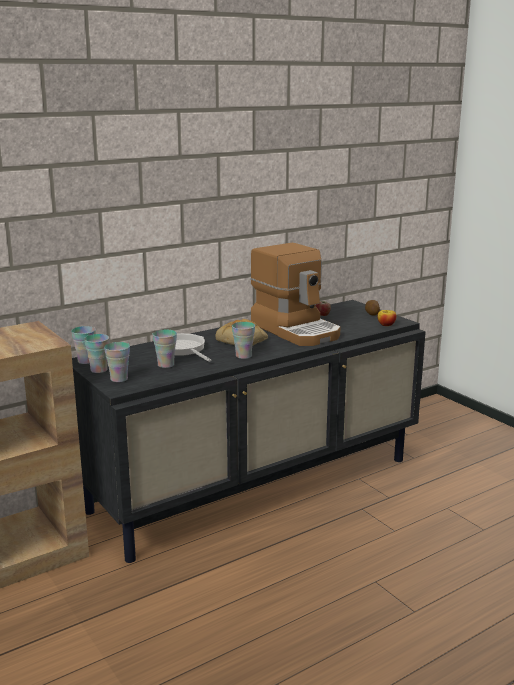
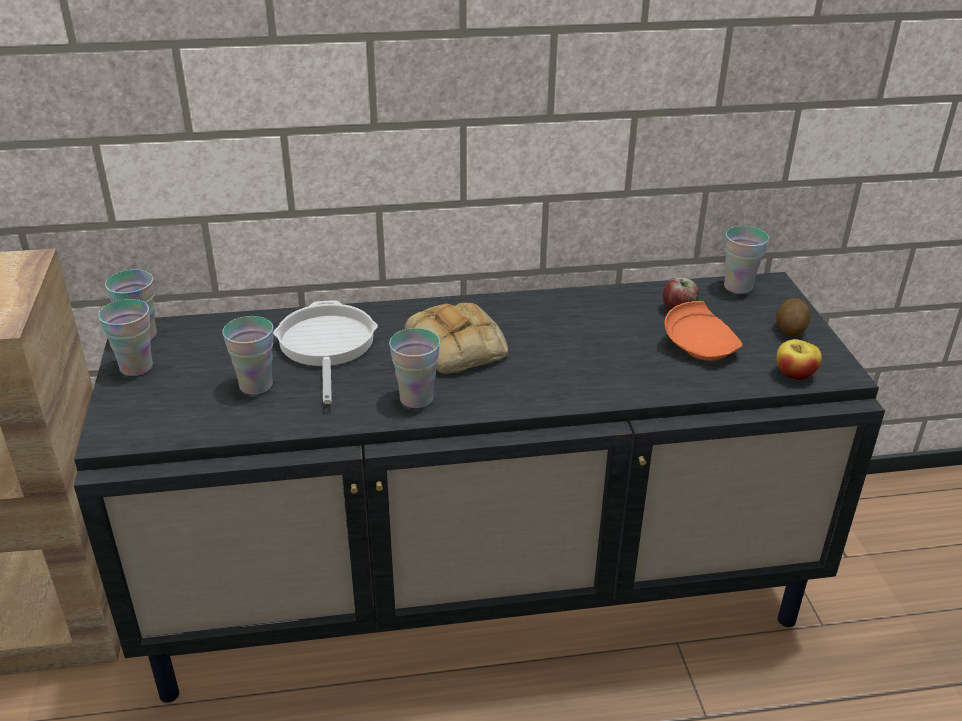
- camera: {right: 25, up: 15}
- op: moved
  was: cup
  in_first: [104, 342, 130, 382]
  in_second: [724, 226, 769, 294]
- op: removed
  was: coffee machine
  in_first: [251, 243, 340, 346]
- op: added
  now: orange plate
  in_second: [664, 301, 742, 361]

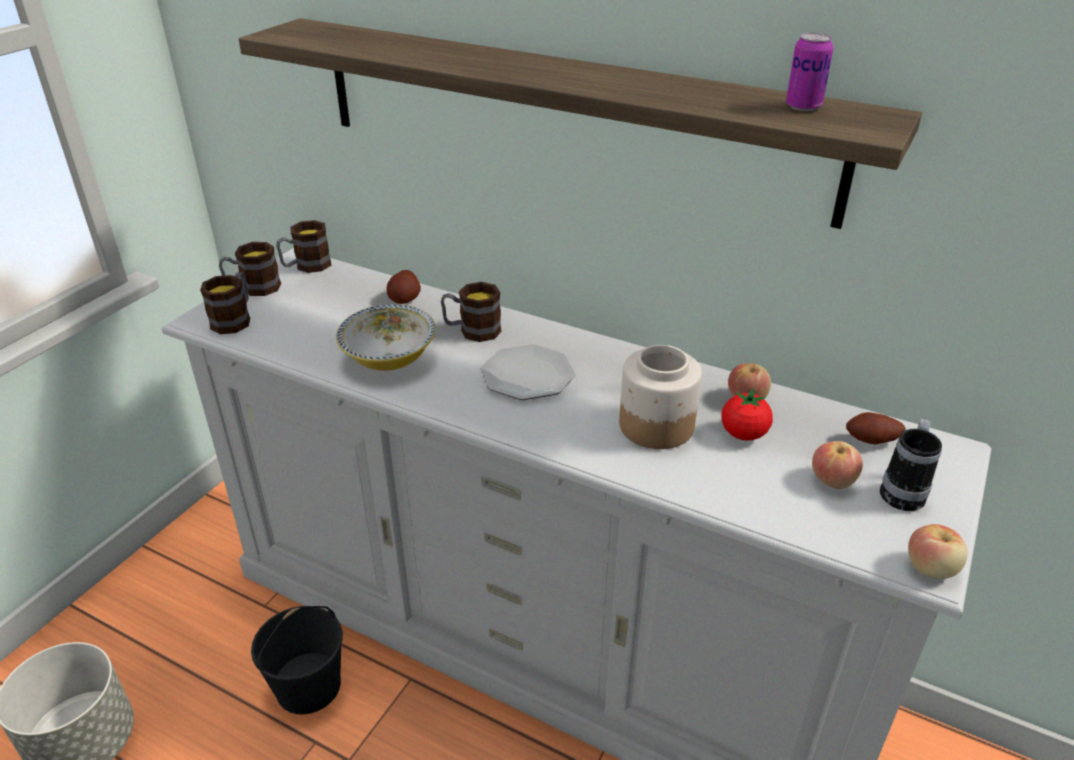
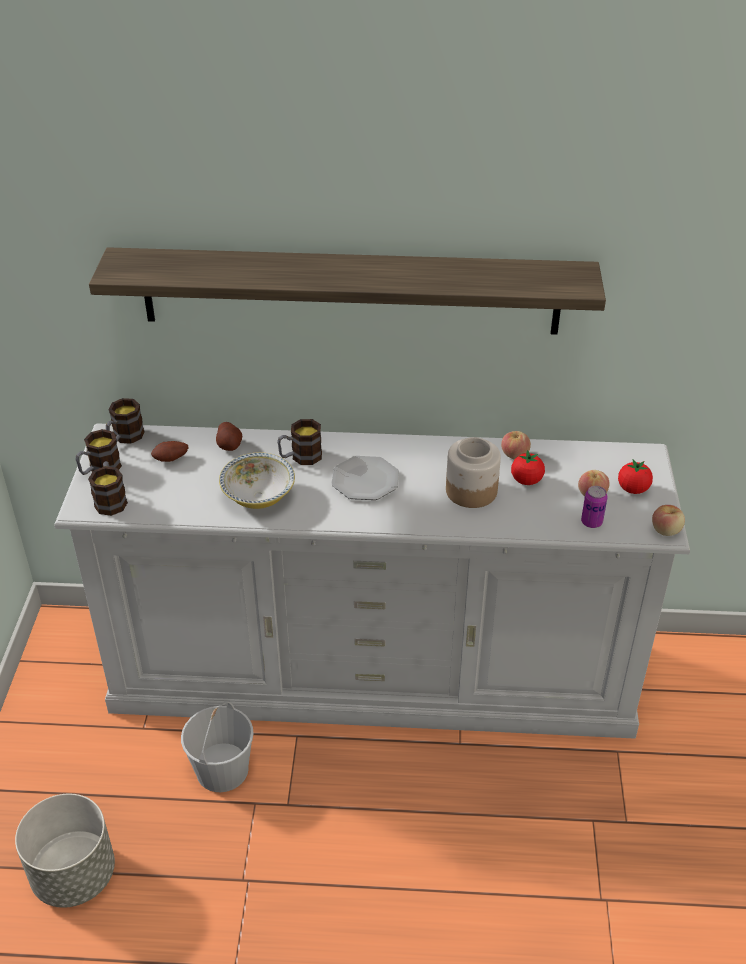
- camera: {right: -25, up: 5}
- op: recoloured
  was: black bucket
  now: white bucket
  in_first: [251, 606, 343, 715]
  in_second: [181, 702, 254, 792]
- op: moved
  was: can
  in_first: [786, 33, 834, 111]
  in_second: [581, 486, 608, 528]
- op: moved
  was: potato
  in_first: [846, 412, 906, 444]
  in_second: [151, 441, 188, 462]
- op: replaced
  was: mug
  now: tomato
  in_first: [880, 419, 942, 511]
  in_second: [618, 460, 653, 494]

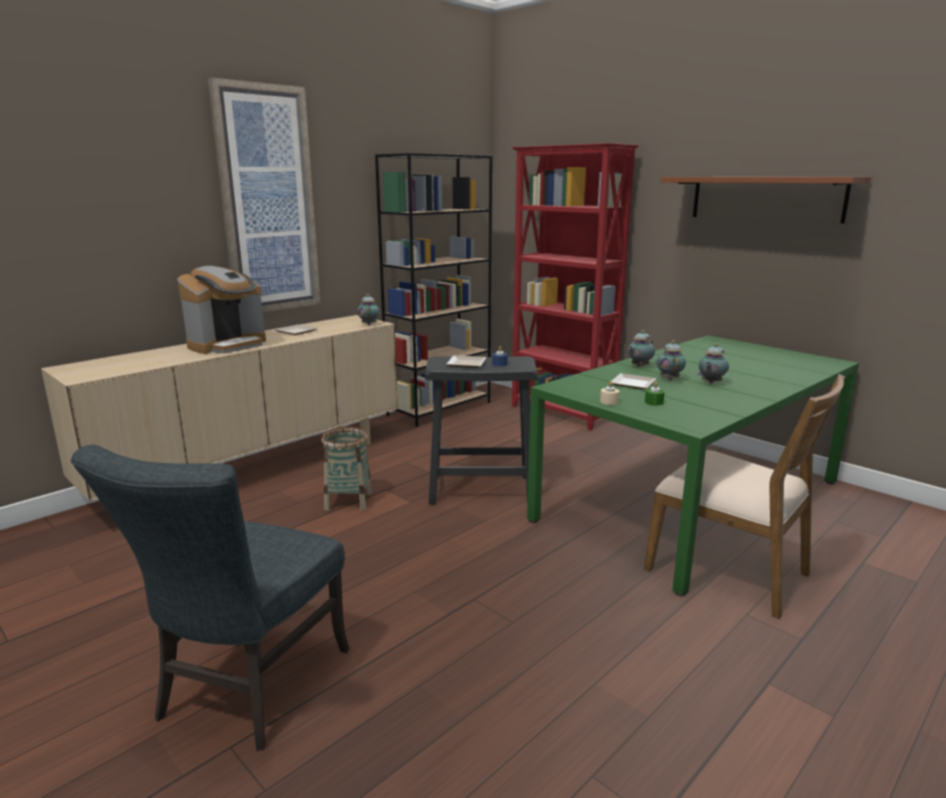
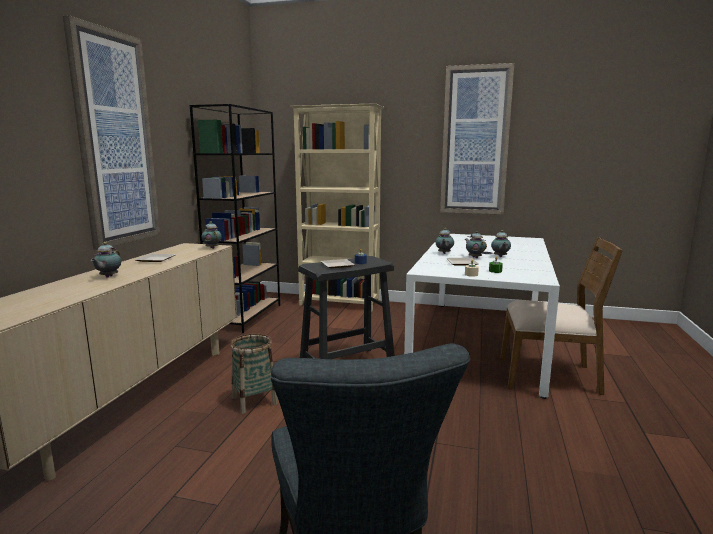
- camera: {right: -30, up: -5}
- op: replaced
  was: coffee machine
  now: teapot
  in_first: [177, 266, 266, 354]
  in_second: [91, 242, 121, 278]
- op: recoloured
  was: red bookcase
  now: beige bookcase
  in_first: [512, 143, 639, 431]
  in_second: [290, 103, 384, 312]
- op: recoloured
  was: green dining table
  now: white dining table
  in_first: [527, 335, 859, 596]
  in_second: [404, 234, 560, 399]
- op: replaced
  was: brown shelf
  now: picture
  in_first: [660, 177, 871, 223]
  in_second: [440, 63, 514, 214]

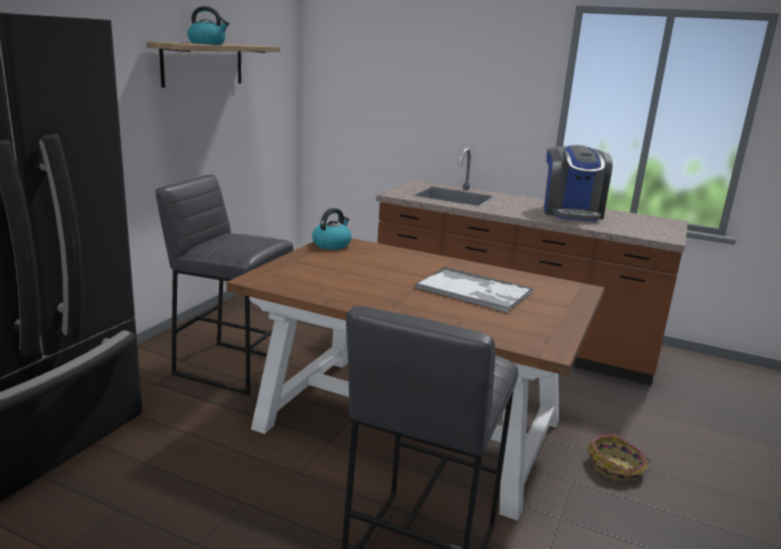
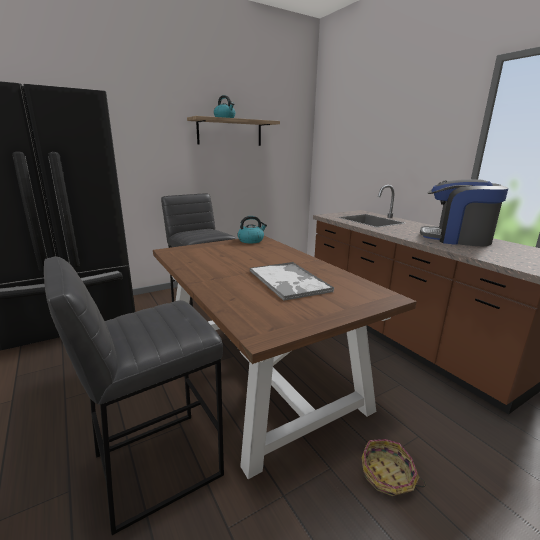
- camera: {right: 35, up: 0}
- op: turned
  was: coffee machine
  in_first: [544, 145, 613, 221]
  in_second: [420, 179, 508, 246]
  clockwise: 75

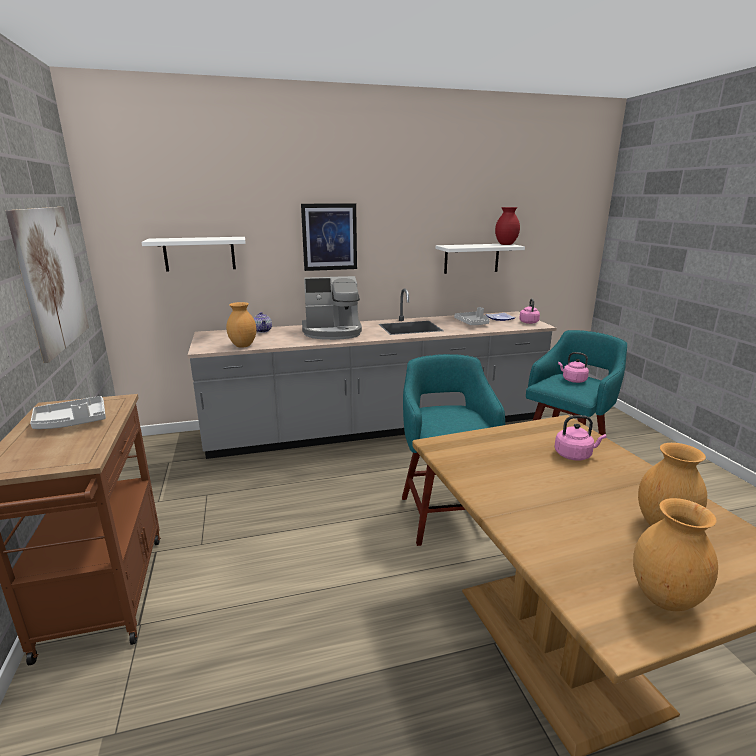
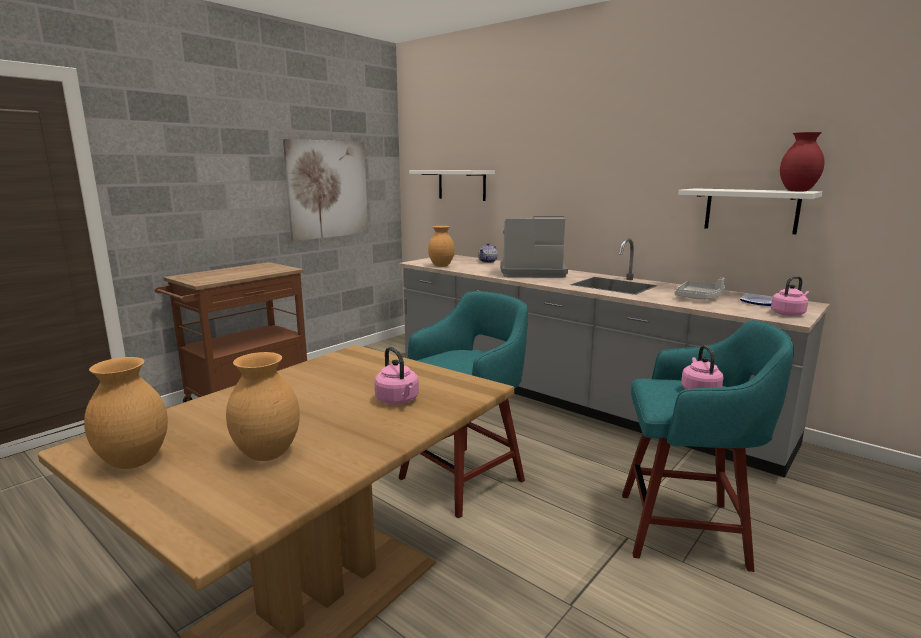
- camera: {right: 55, up: -5}
- op: removed
  was: grey tray
  in_first: [30, 396, 106, 429]
- op: removed
  was: picture
  in_first: [301, 203, 357, 271]
- op: turned
  was: coffee machine
  in_first: [302, 276, 362, 340]
  in_second: [500, 216, 568, 278]
  clockwise: 135

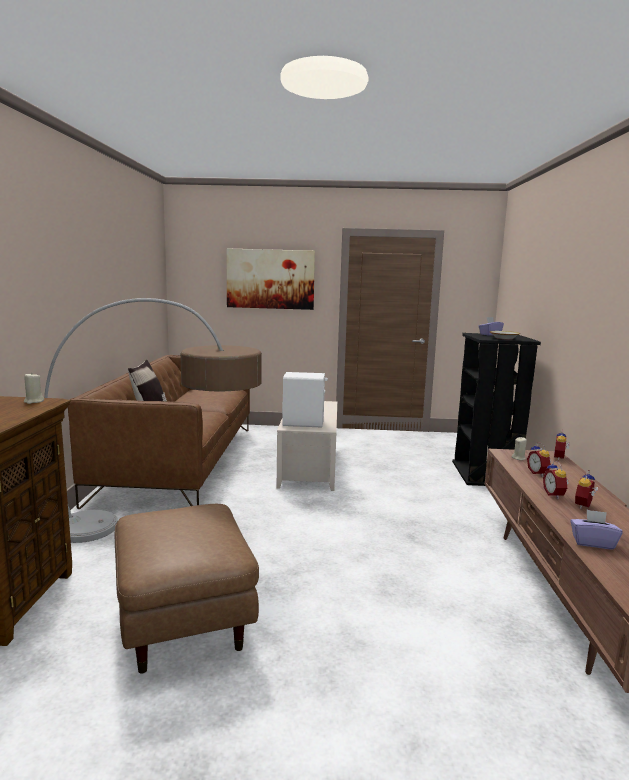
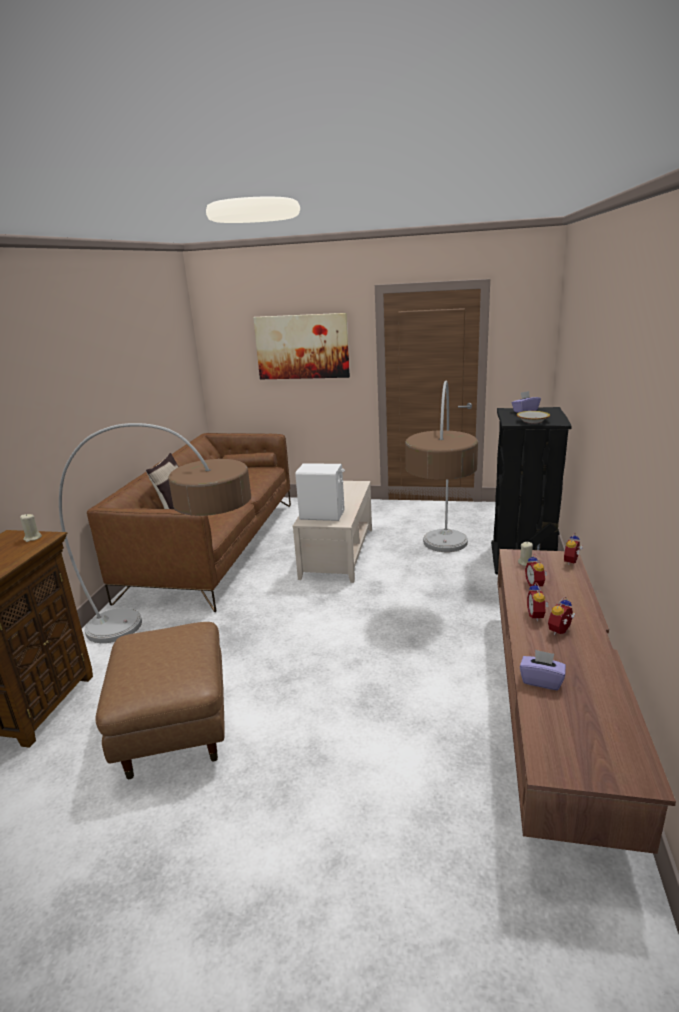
- camera: {right: 10, up: 10}
- op: added
  now: floor lamp
  in_second: [405, 381, 478, 552]

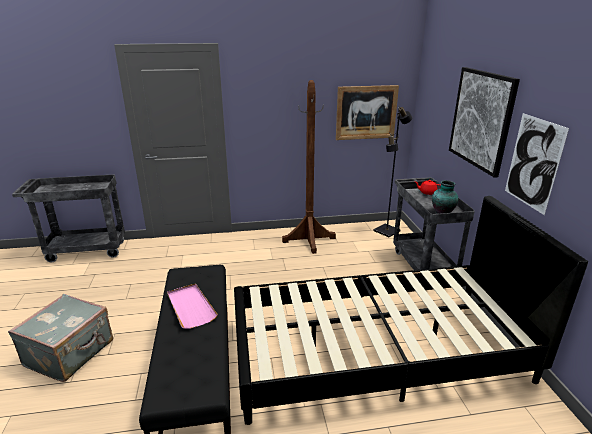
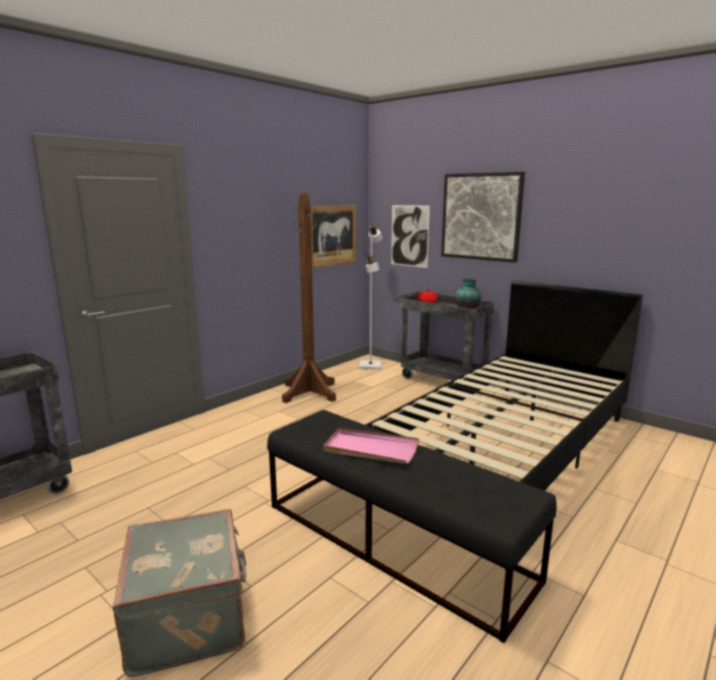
- camera: {right: -40, up: -10}
- op: recoloured
  was: black floor lamp
  now: white floor lamp
  in_first: [374, 107, 412, 237]
  in_second: [359, 224, 382, 369]
- op: moved
  was: picture
  in_first: [505, 113, 569, 215]
  in_second: [391, 205, 430, 268]

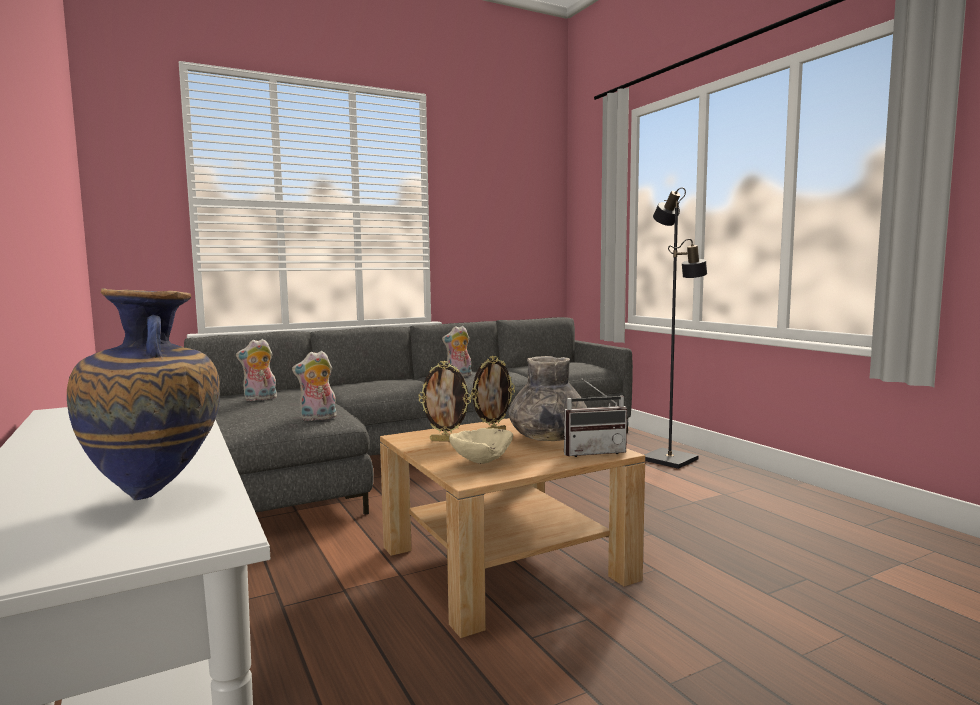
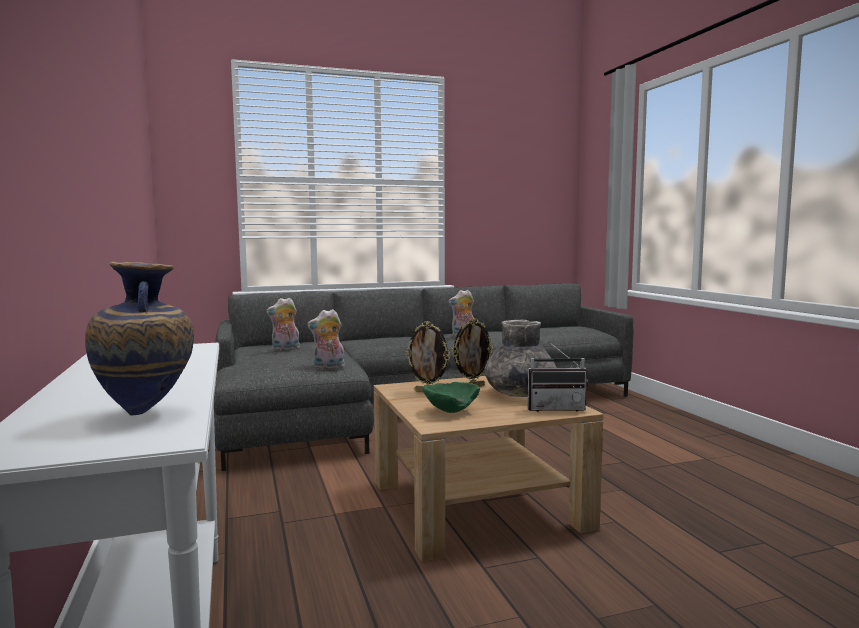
- camera: {right: 10, up: 0}
- op: recoloured
  was: beige bowl
  now: green bowl
  in_first: [449, 428, 513, 464]
  in_second: [423, 382, 480, 413]
- op: removed
  was: black floor lamp
  in_first: [644, 187, 707, 469]

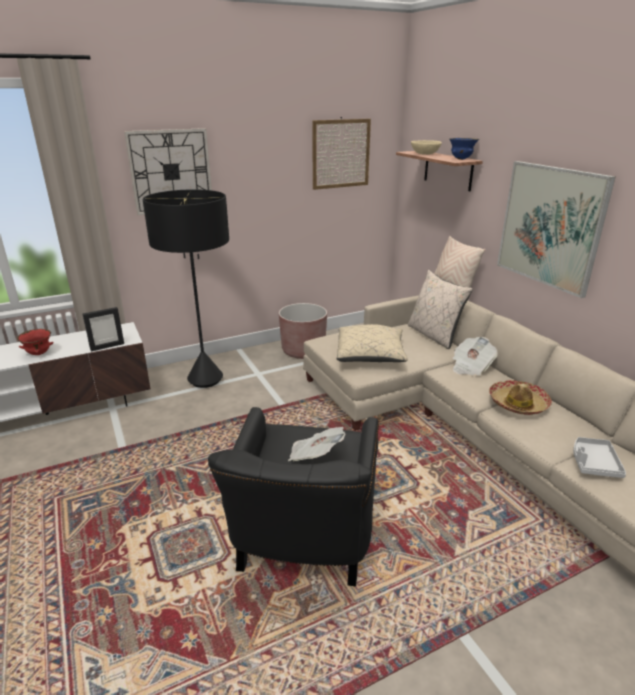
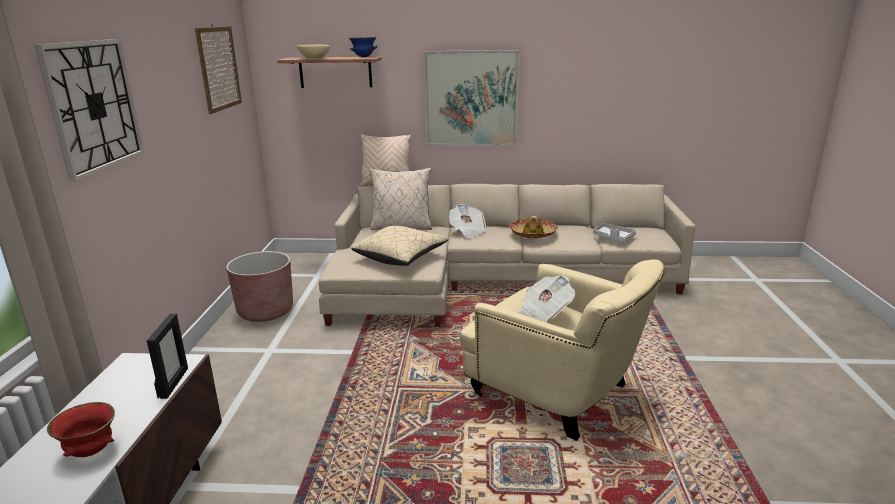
- camera: {right: -60, up: -5}
- op: removed
  was: black floor lamp
  in_first: [143, 189, 229, 388]
- op: recoloured
  was: black armchair
  now: beige armchair
  in_first: [208, 407, 379, 586]
  in_second: [460, 259, 664, 441]

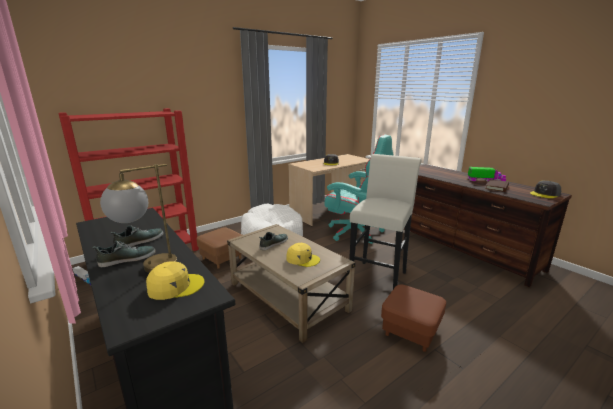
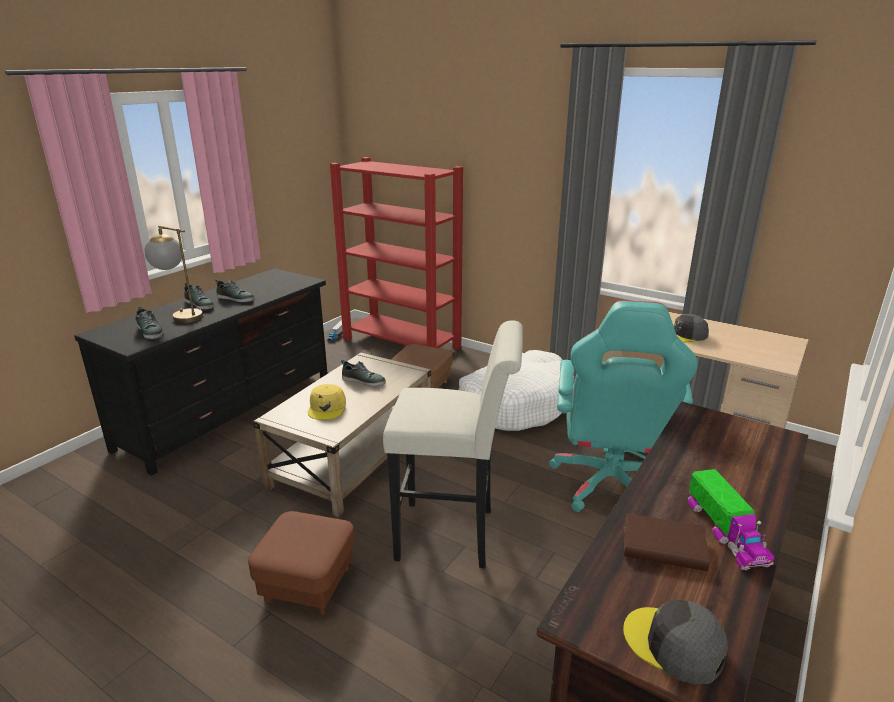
- camera: {right: 70, up: 5}
- op: replaced
  was: yellow cap
  now: shoe
  in_first: [146, 261, 205, 300]
  in_second: [135, 306, 163, 339]

